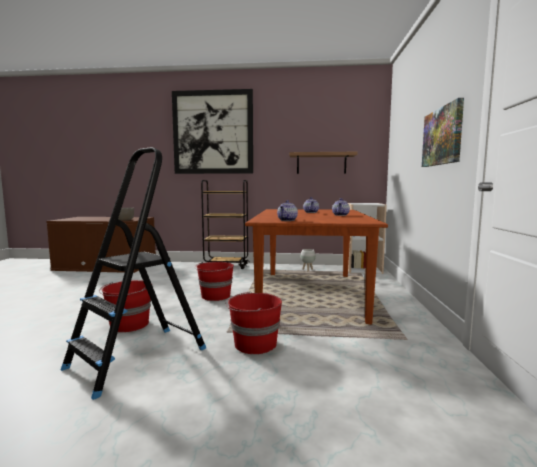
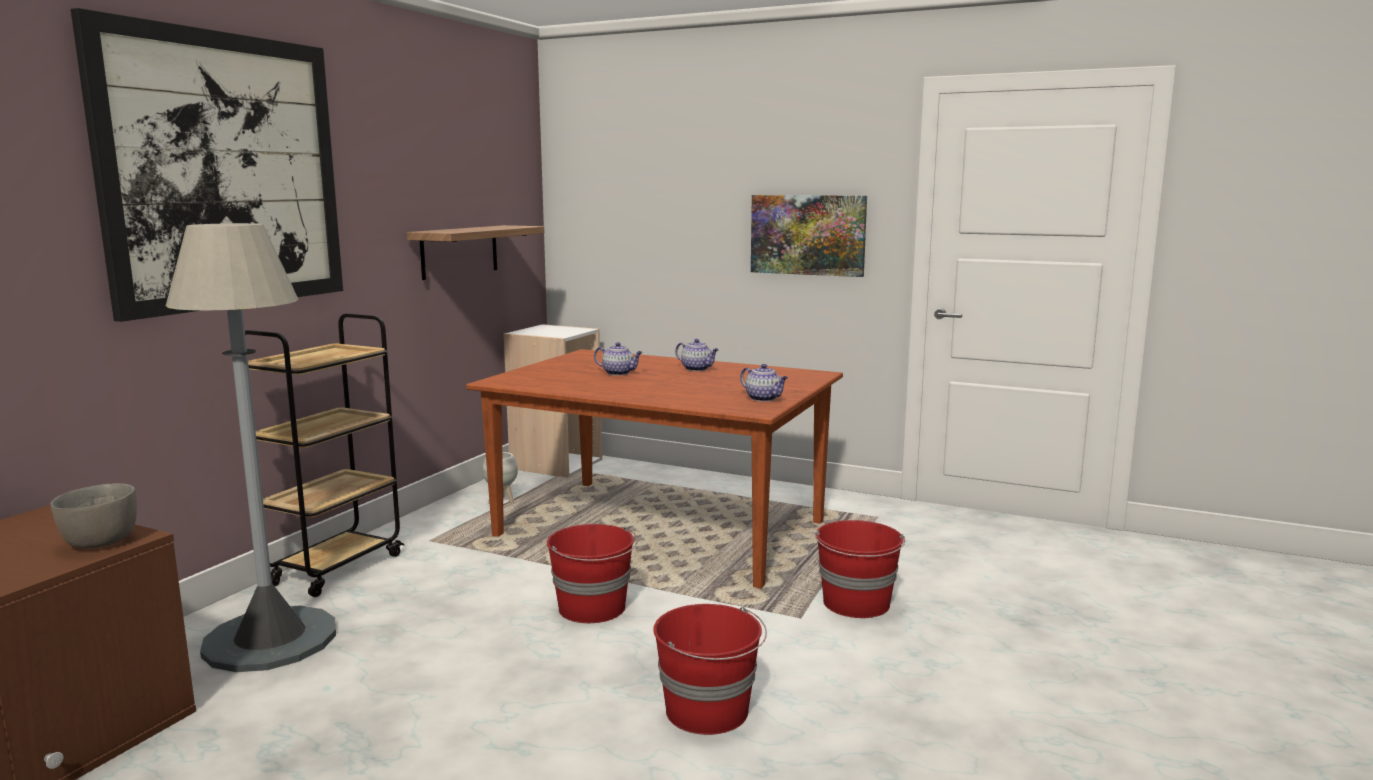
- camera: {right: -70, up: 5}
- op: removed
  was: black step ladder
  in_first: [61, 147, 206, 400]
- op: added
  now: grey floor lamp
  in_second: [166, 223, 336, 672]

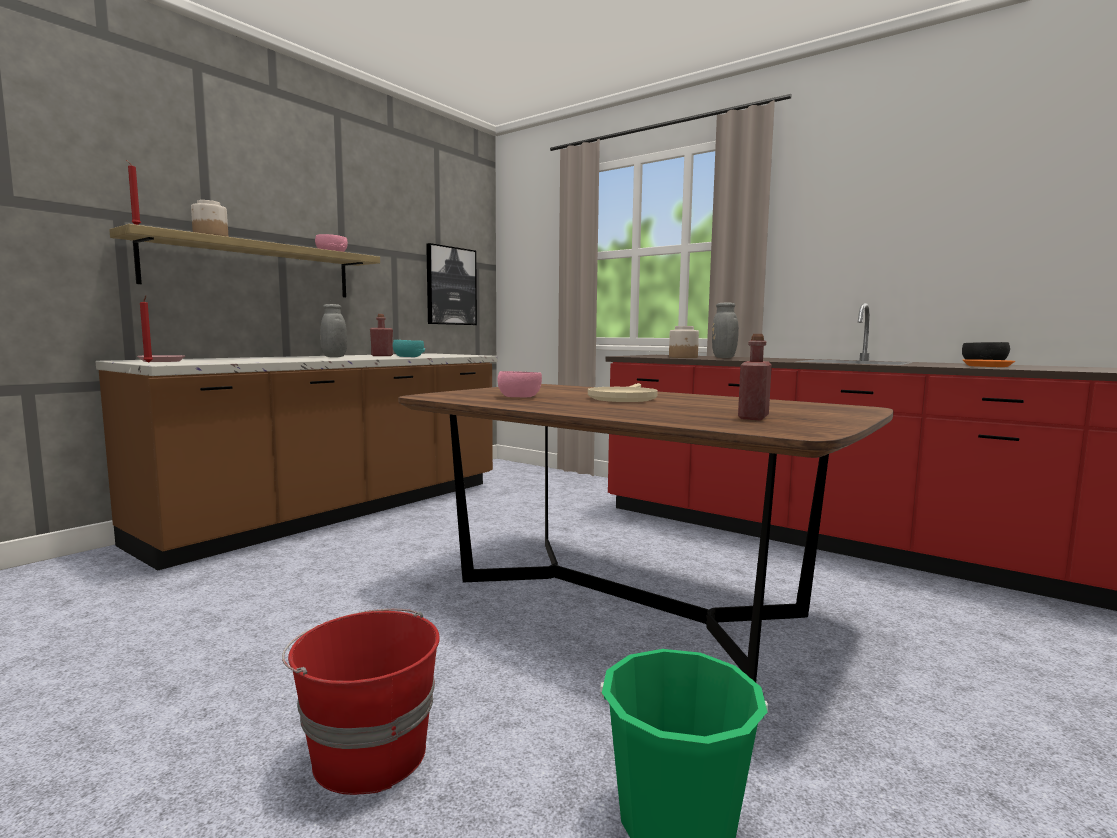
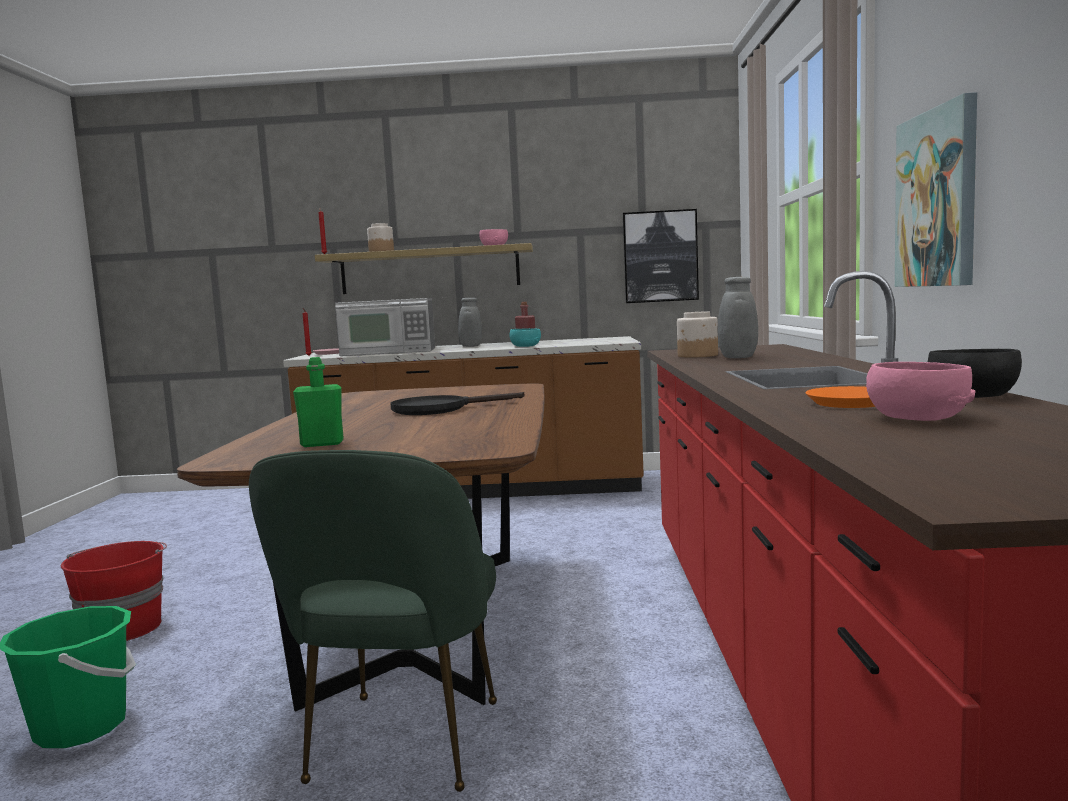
- camera: {right: 55, up: 0}
- op: moved
  was: pink bowl
  in_first: [498, 371, 542, 397]
  in_second: [866, 362, 976, 421]
- op: recoloured
  was: beige frying pan
  now: black frying pan
  in_first: [588, 383, 658, 402]
  in_second: [391, 392, 524, 415]
- op: recoloured
  was: red bottle
  now: green bottle
  in_first: [738, 334, 772, 420]
  in_second: [293, 357, 344, 447]
- op: added
  now: green chair
  in_second: [249, 450, 497, 792]
- op: added
  now: microwave
  in_second: [335, 298, 435, 356]
- op: added
  now: picture
  in_second: [895, 92, 977, 287]

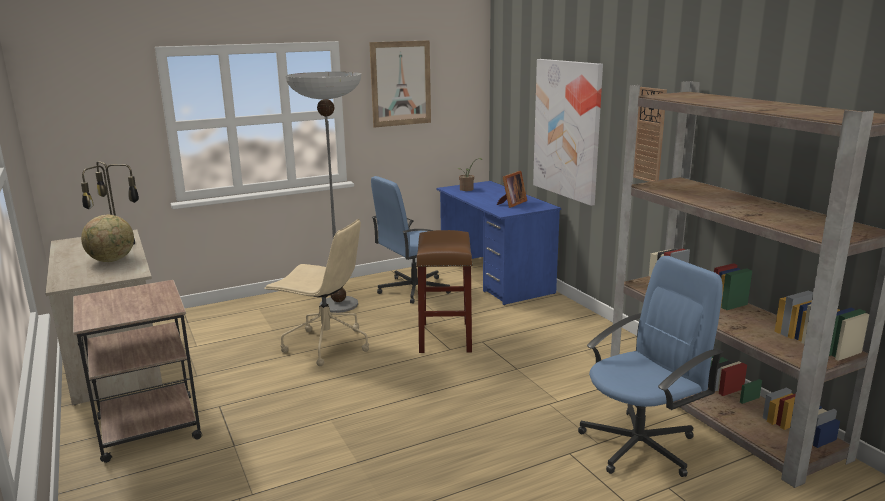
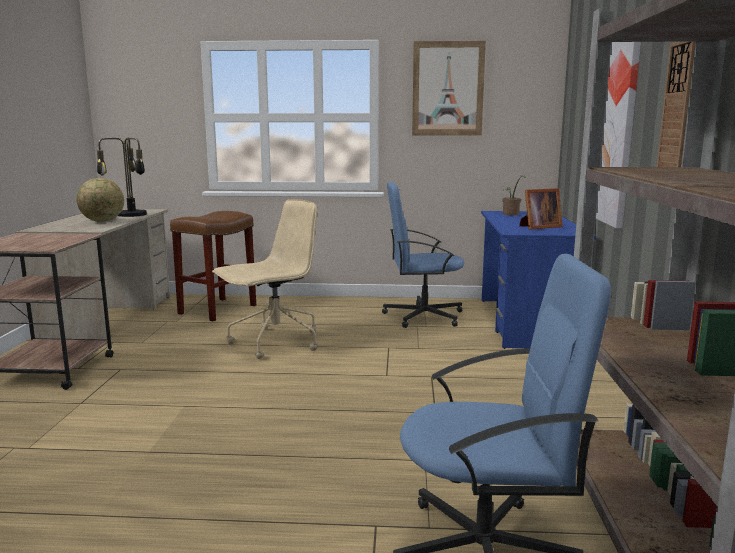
- camera: {right: 30, up: -5}
- op: turned
  was: beige office chair
  in_first: [264, 219, 369, 366]
  in_second: [212, 199, 317, 359]
  clockwise: -90
- op: removed
  was: floor lamp
  in_first: [285, 72, 361, 313]
- op: moved
  was: brown stool
  in_first: [416, 230, 473, 353]
  in_second: [170, 211, 256, 321]

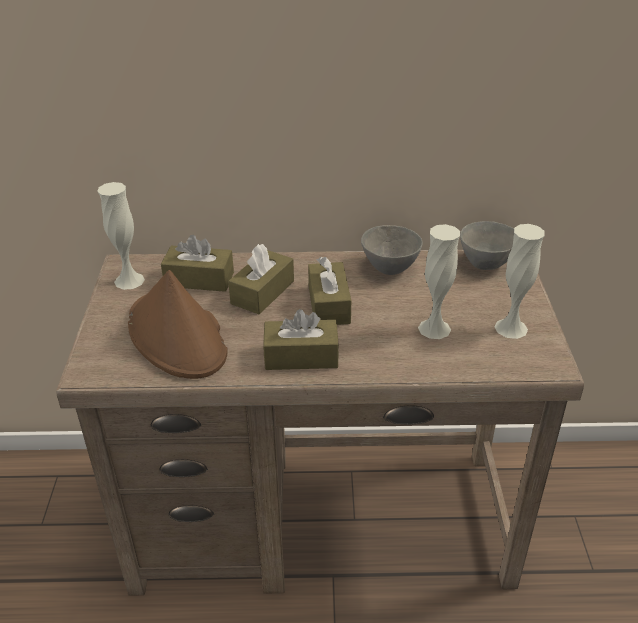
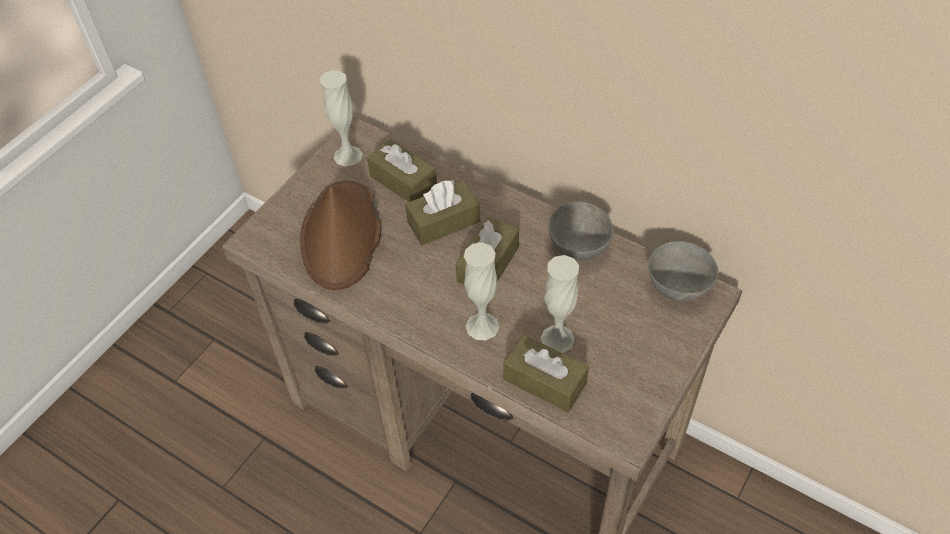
- camera: {right: 35, up: 15}
- op: moved
  was: brown tissue box
  in_first: [263, 309, 339, 370]
  in_second: [503, 334, 589, 412]
- op: moved
  was: white vase
  in_first: [495, 224, 545, 339]
  in_second: [464, 242, 499, 340]

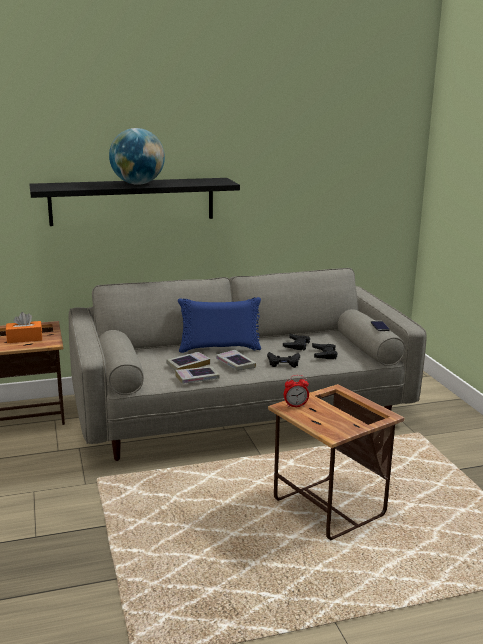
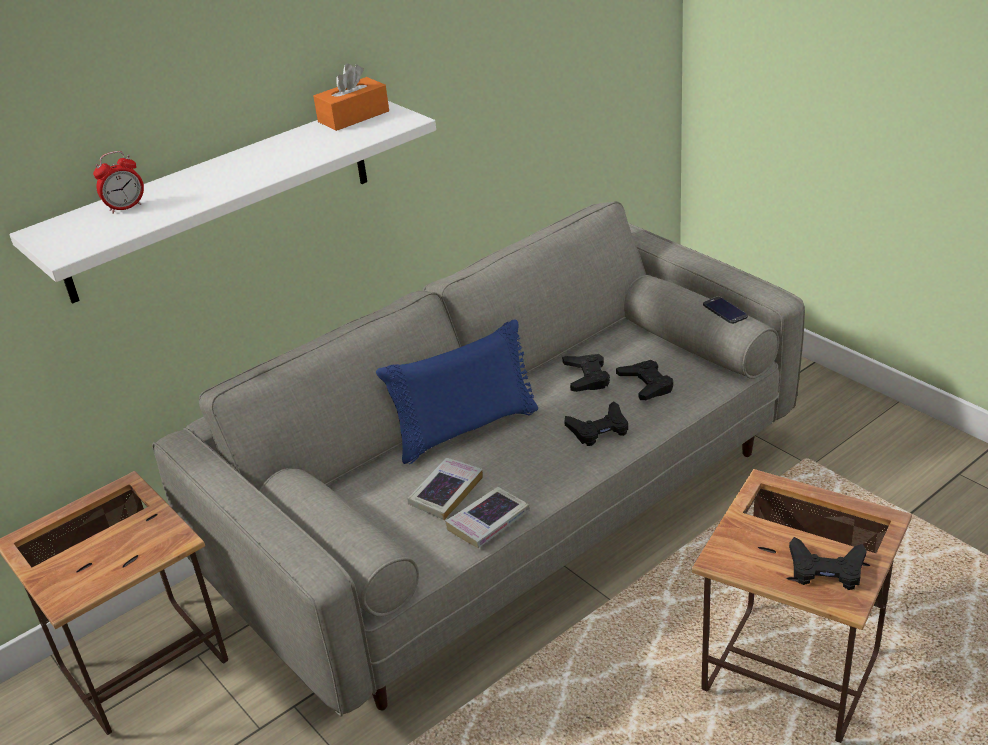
- camera: {right: -20, up: 15}
- op: moved
  was: orange tissue box
  in_first: [6, 312, 42, 343]
  in_second: [313, 64, 389, 131]
- op: recoloured
  was: black shelf
  now: white shelf
  in_first: [29, 178, 240, 226]
  in_second: [9, 101, 436, 304]
- op: removed
  was: globe
  in_first: [109, 128, 165, 185]
- op: removed
  was: book
  in_first: [216, 350, 256, 371]
- op: moved
  was: alarm clock
  in_first: [284, 375, 309, 407]
  in_second: [93, 151, 144, 214]
- op: added
  now: black game controller
  in_second: [789, 537, 867, 590]

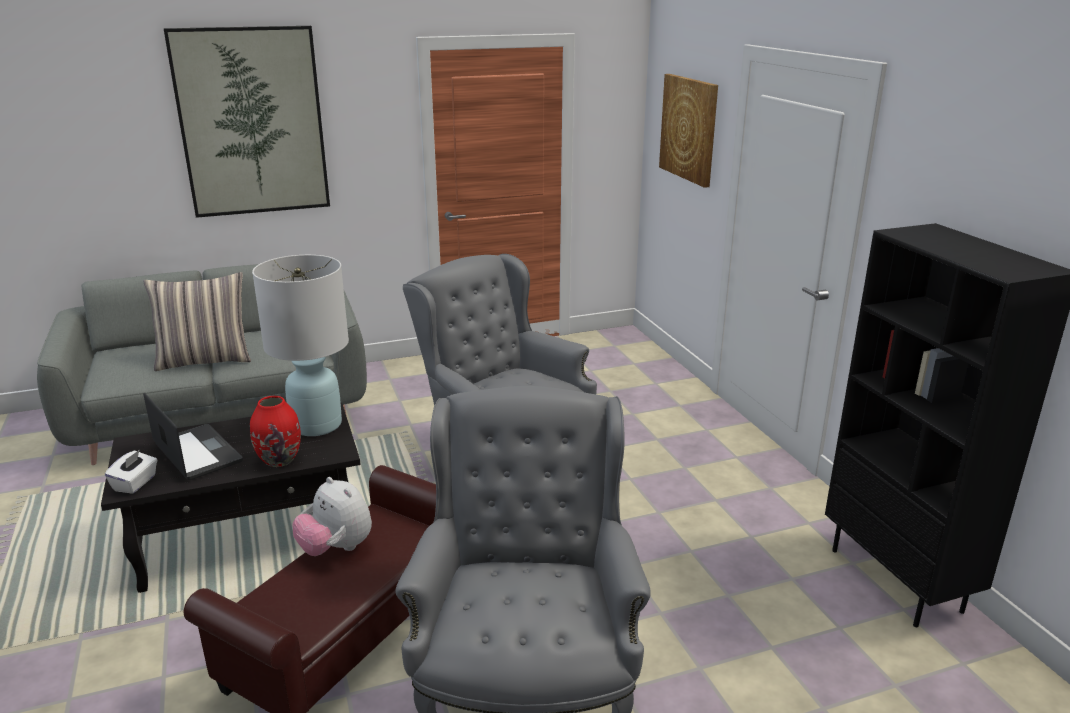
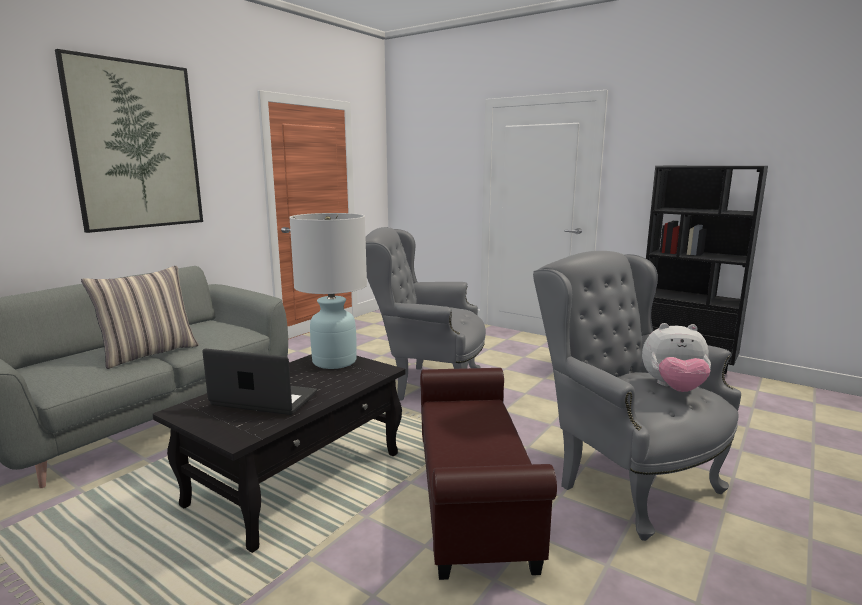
- camera: {right: -35, up: -10}
- op: removed
  was: white tissue box
  in_first: [105, 450, 157, 494]
- op: removed
  was: red vase
  in_first: [250, 396, 301, 467]
- op: moved
  was: plush toy
  in_first: [292, 477, 372, 556]
  in_second: [642, 323, 711, 392]
- op: removed
  was: picture
  in_first: [659, 74, 718, 188]

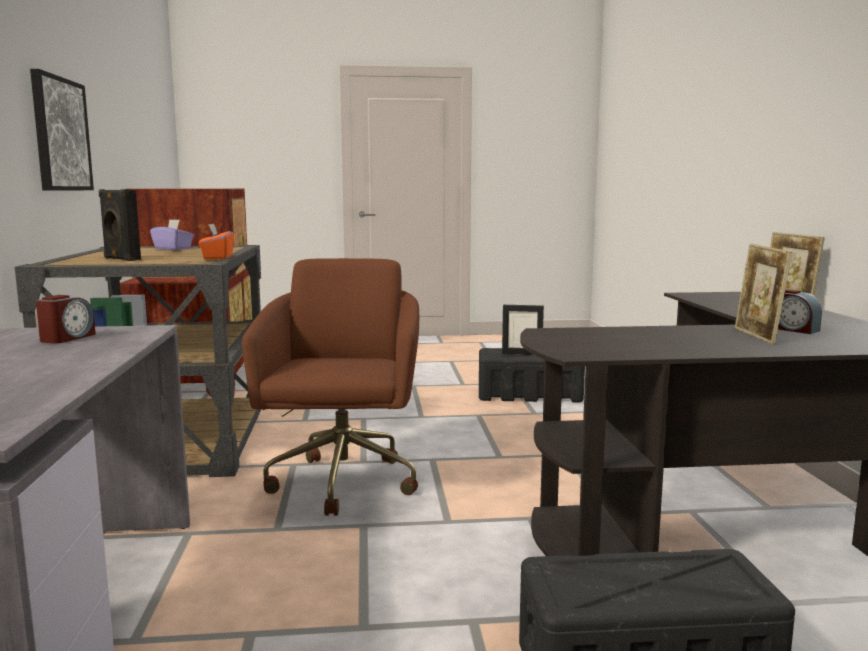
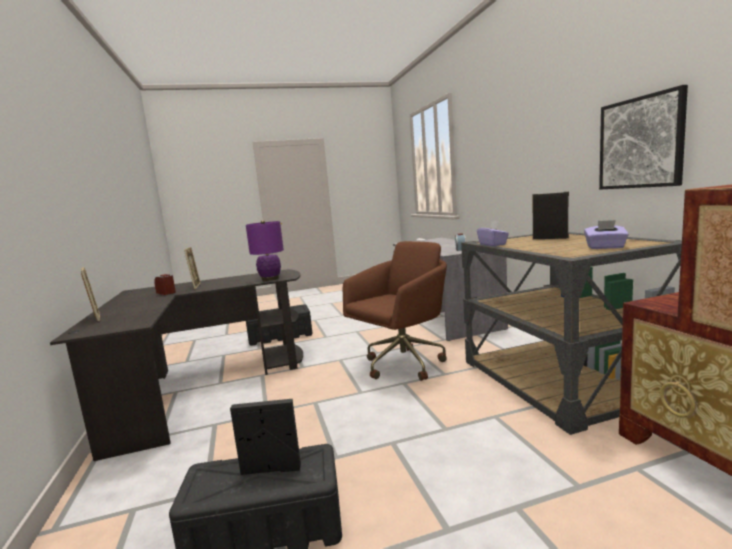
- camera: {right: 170, up: 0}
- op: recoloured
  was: orange tissue box
  now: purple tissue box
  in_first: [199, 223, 234, 259]
  in_second: [477, 221, 509, 246]
- op: turned
  was: brown office chair
  in_first: [242, 258, 419, 516]
  in_second: [343, 241, 447, 381]
  clockwise: -120
- op: added
  now: purple table lamp
  in_second: [246, 220, 284, 281]

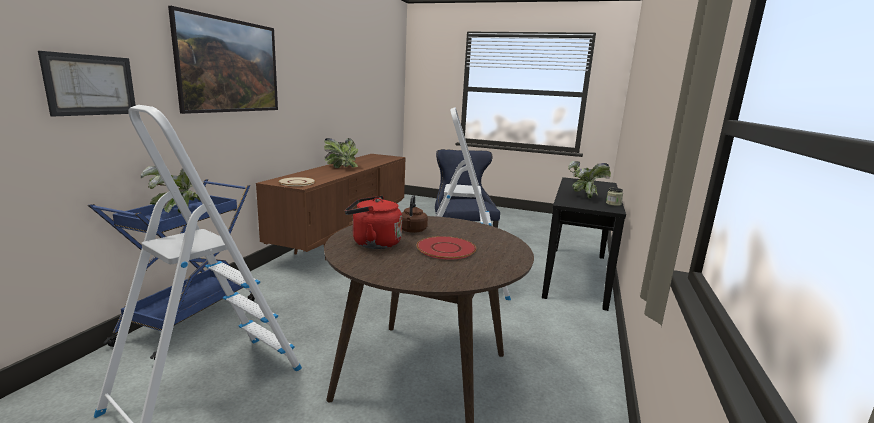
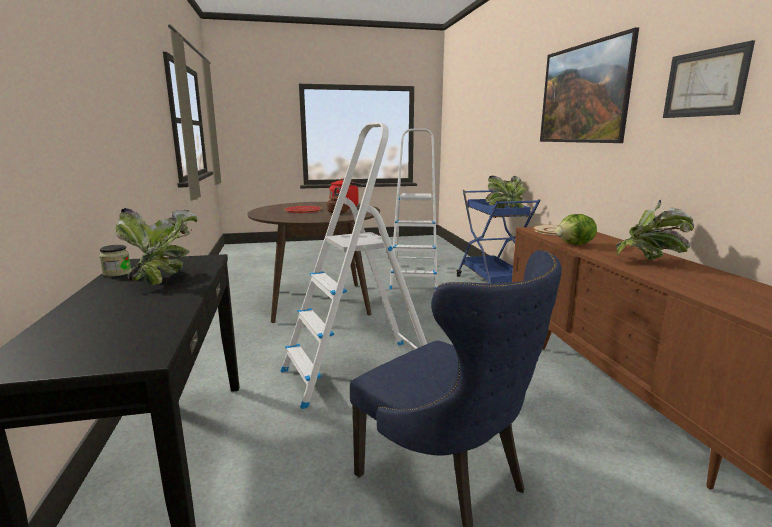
- camera: {right: 150, up: 0}
- op: moved
  was: picture
  in_first: [38, 51, 136, 117]
  in_second: [663, 40, 755, 118]
- op: added
  now: lettuce
  in_second: [556, 214, 597, 245]

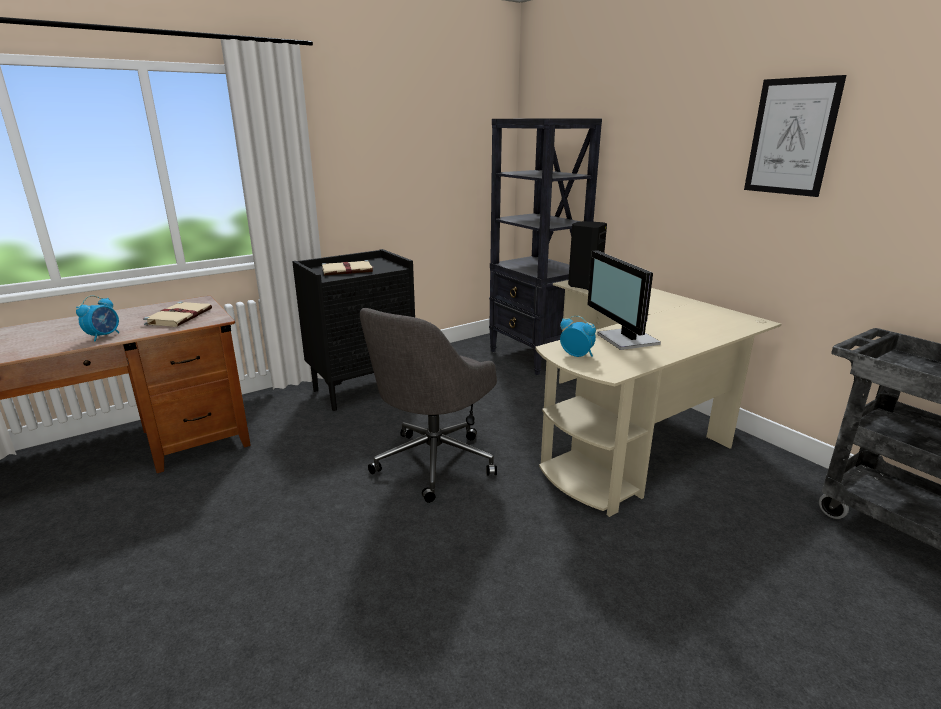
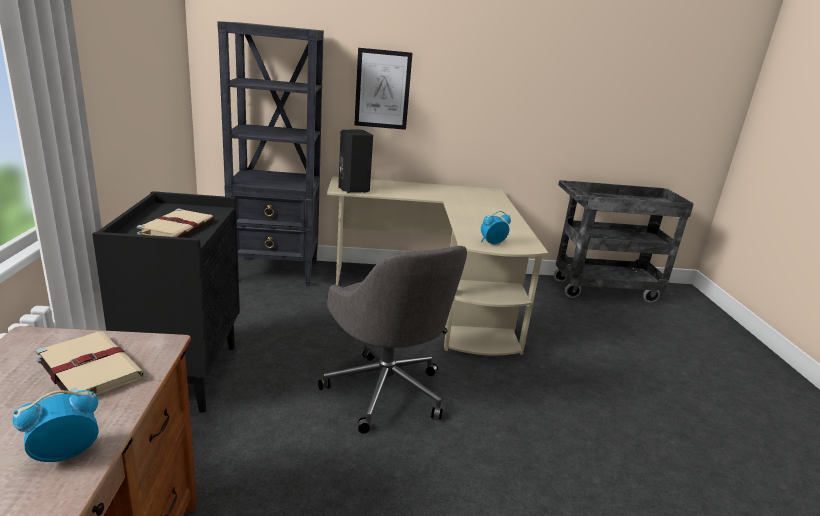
- camera: {right: -60, up: 0}
- op: turned
  was: alarm clock
  in_first: [76, 295, 119, 341]
  in_second: [13, 390, 98, 462]
  clockwise: -90
- op: removed
  was: monitor
  in_first: [587, 250, 661, 350]
- op: moved
  was: picture
  in_first: [744, 75, 846, 197]
  in_second: [354, 48, 412, 130]

